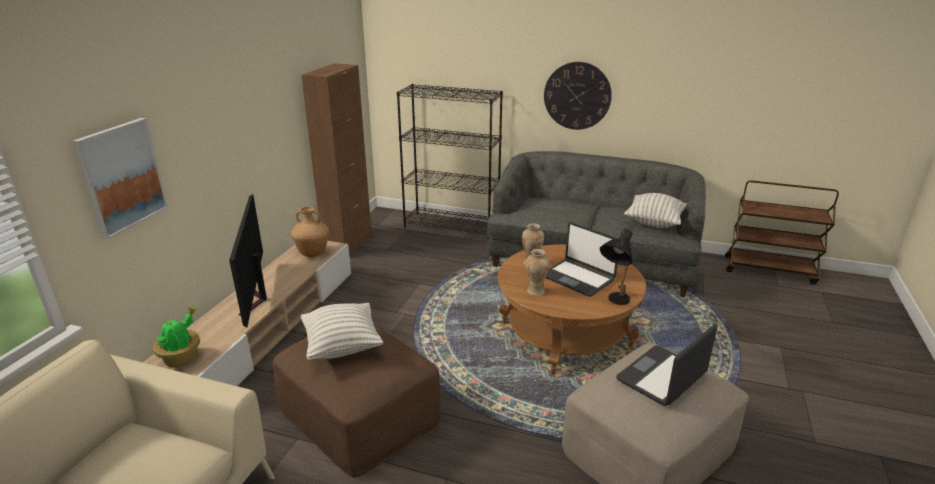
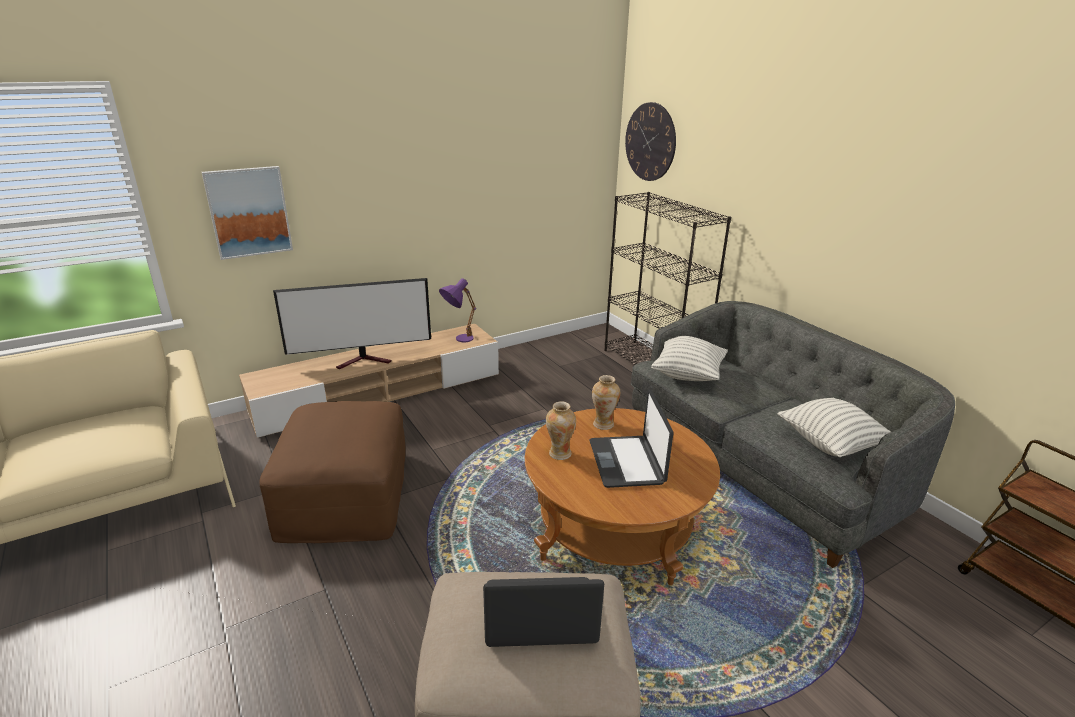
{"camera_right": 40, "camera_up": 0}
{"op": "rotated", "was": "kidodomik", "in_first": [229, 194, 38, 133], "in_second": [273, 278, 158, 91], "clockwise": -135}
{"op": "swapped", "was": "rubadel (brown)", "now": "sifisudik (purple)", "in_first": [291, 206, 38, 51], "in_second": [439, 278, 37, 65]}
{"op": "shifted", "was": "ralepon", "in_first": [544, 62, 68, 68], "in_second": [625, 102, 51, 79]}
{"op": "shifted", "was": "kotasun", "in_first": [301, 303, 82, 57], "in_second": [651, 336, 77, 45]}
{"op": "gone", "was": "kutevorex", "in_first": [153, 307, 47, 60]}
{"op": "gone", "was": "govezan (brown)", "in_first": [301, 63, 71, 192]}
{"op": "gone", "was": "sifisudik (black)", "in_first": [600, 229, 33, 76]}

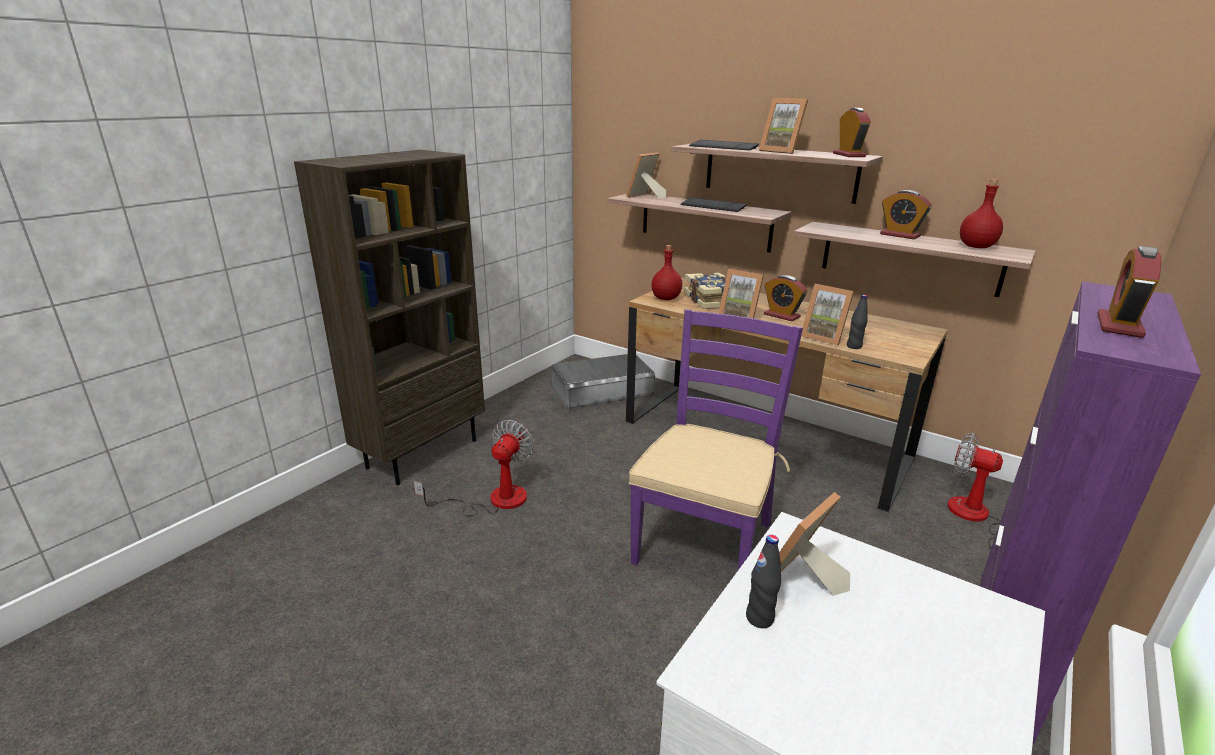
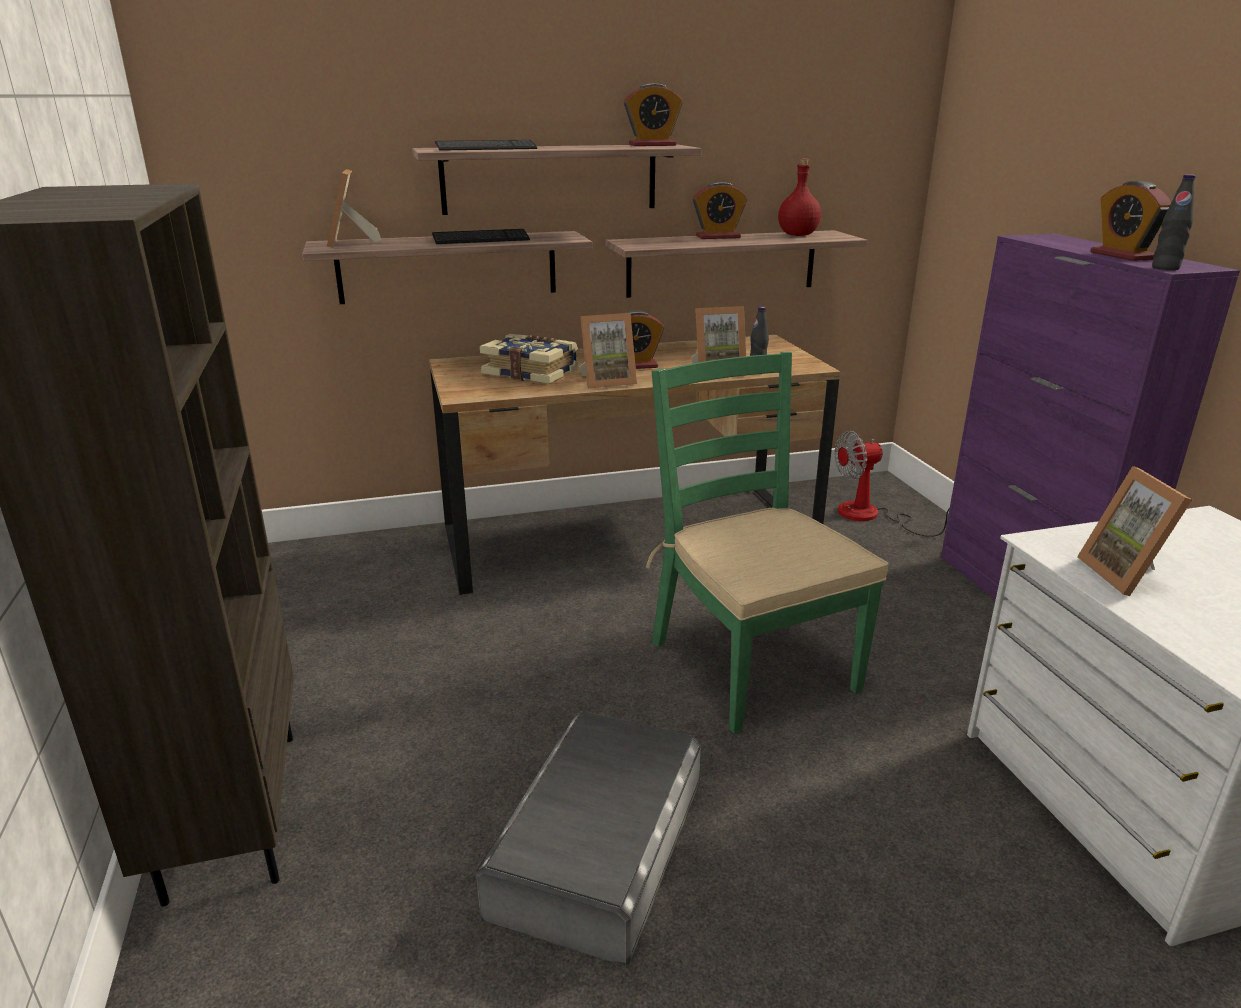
{"camera_right": -50, "camera_up": 0}
{"op": "shifted", "was": "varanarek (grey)", "in_first": [551, 354, 104, 55], "in_second": [476, 711, 225, 255]}
{"op": "rotated", "was": "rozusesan", "in_first": [833, 108, 38, 49], "in_second": [624, 83, 59, 63], "clockwise": 135}
{"op": "repainted", "was": "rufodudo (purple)", "now": "rufodudo (green)", "in_first": [629, 309, 174, 261], "in_second": [646, 352, 243, 382]}
{"op": "shifted", "was": "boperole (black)", "in_first": [746, 535, 35, 93], "in_second": [1152, 174, 44, 96]}
{"op": "gone", "was": "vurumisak", "in_first": [413, 420, 121, 96]}
{"op": "gone", "was": "boperole (red)", "in_first": [651, 245, 31, 55]}
{"op": "gone", "was": "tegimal", "in_first": [759, 98, 49, 56]}

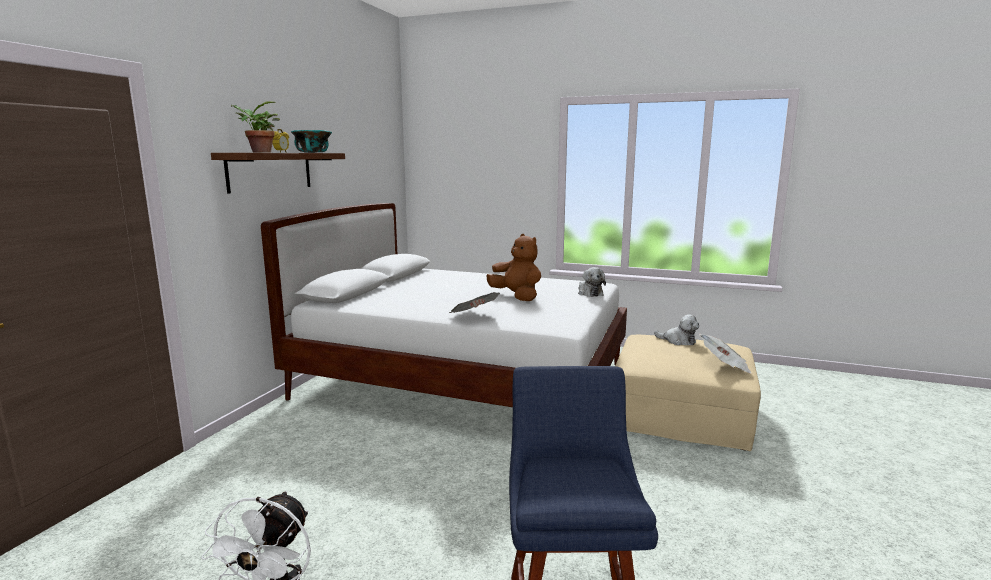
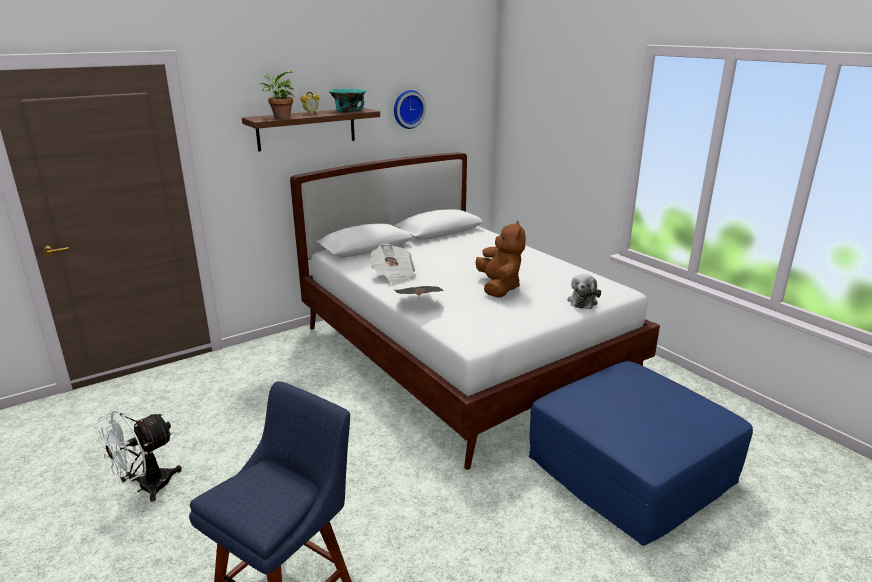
{"camera_right": 35, "camera_up": 10}
{"op": "shifted", "was": "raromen", "in_first": [699, 334, 53, 40], "in_second": [371, 244, 45, 41]}
{"op": "new", "now": "ralepon", "in_second": [394, 90, 32, 39]}
{"op": "repainted", "was": "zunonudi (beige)", "now": "zunonudi (blue)", "in_first": [615, 335, 146, 116], "in_second": [529, 361, 224, 185]}
{"op": "gone", "was": "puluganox", "in_first": [654, 314, 45, 31]}

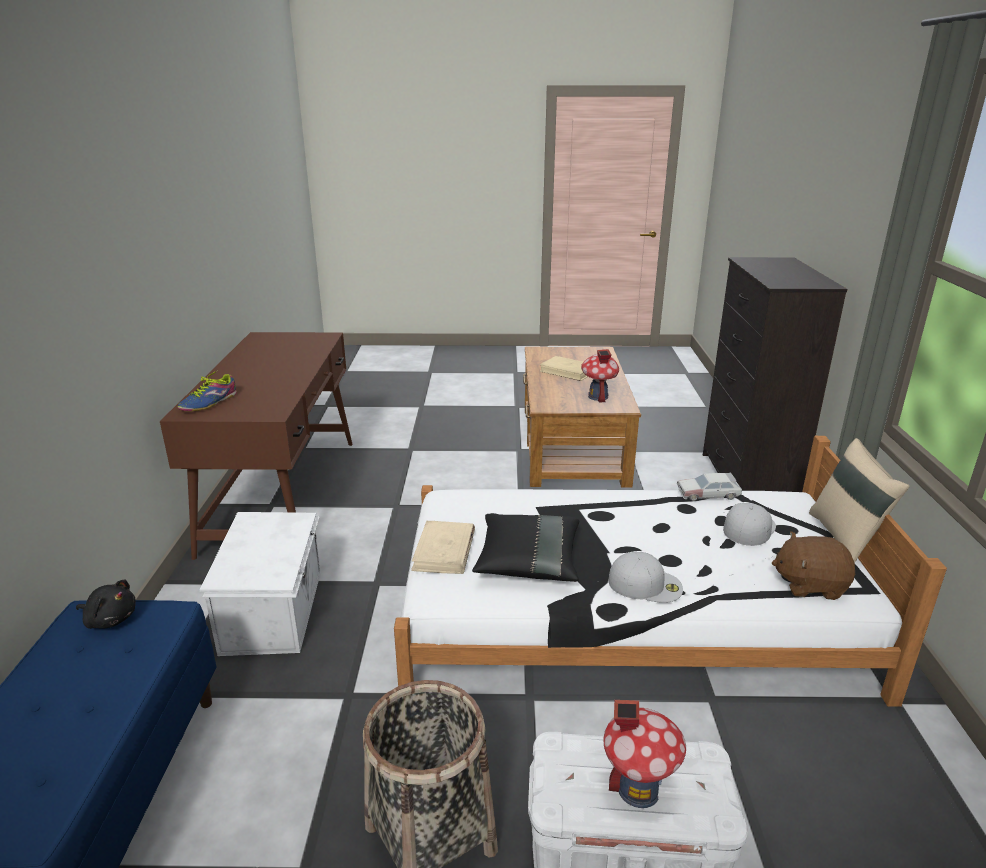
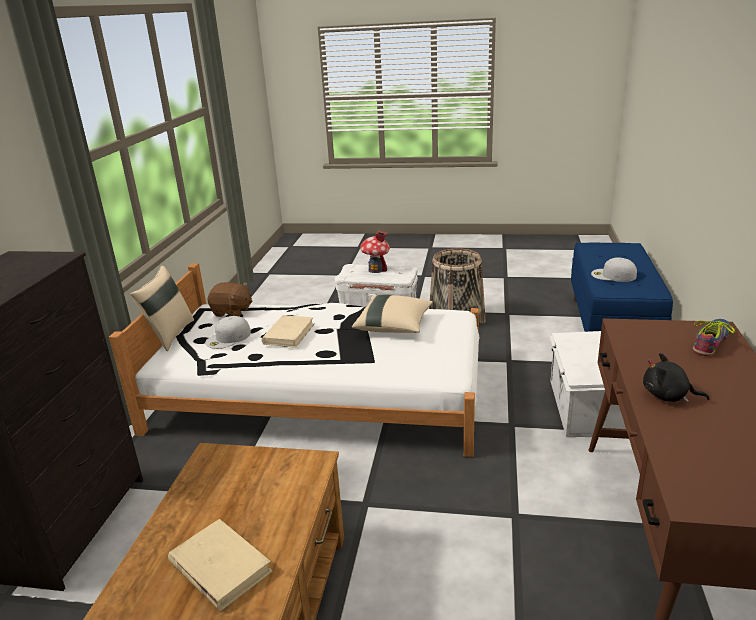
{"camera_right": -170, "camera_up": 0}
{"op": "shifted", "was": "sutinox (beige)", "in_first": [411, 521, 64, 53], "in_second": [262, 315, 53, 33]}
{"op": "repainted", "was": "kotasun (black)", "now": "kotasun (beige)", "in_first": [472, 513, 107, 69], "in_second": [352, 295, 81, 38]}
{"op": "shifted", "was": "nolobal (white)", "in_first": [609, 552, 74, 51], "in_second": [591, 257, 46, 25]}
{"op": "shifted", "was": "puluganox (black)", "in_first": [76, 579, 60, 50], "in_second": [643, 353, 67, 50]}
{"op": "gone", "was": "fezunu", "in_first": [581, 349, 38, 54]}
{"op": "gone", "was": "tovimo", "in_first": [677, 472, 65, 29]}

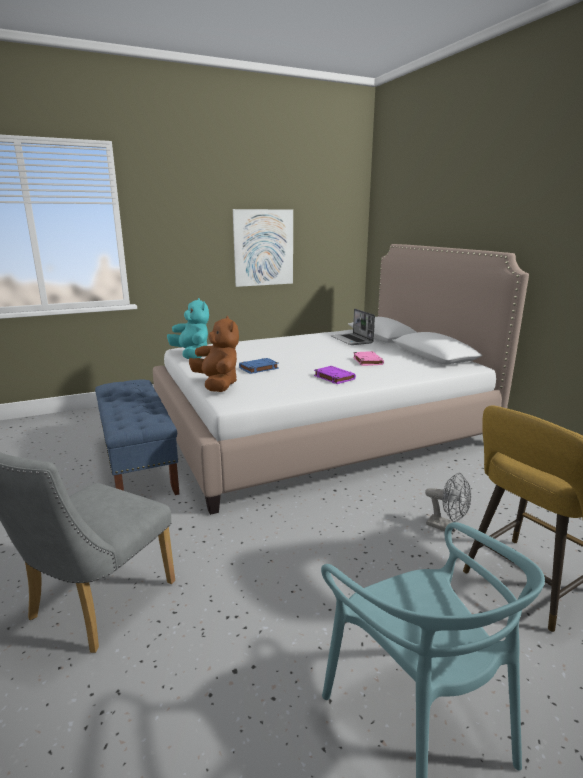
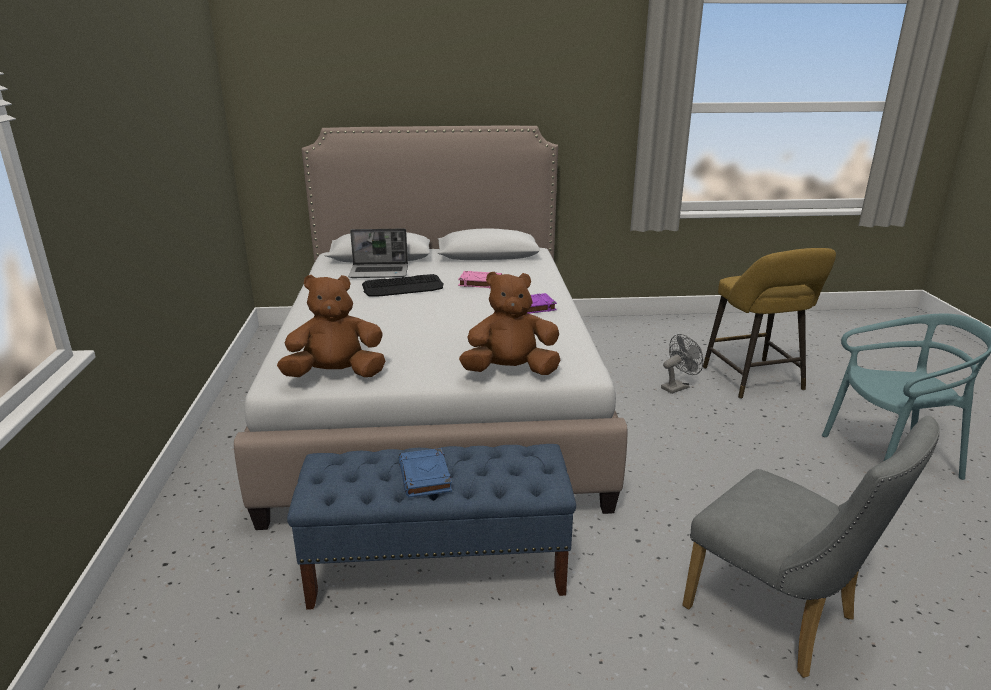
{"camera_right": -70, "camera_up": 5}
{"op": "repainted", "was": "puluganox (turquoise)", "now": "puluganox (brown)", "in_first": [167, 298, 42, 61], "in_second": [277, 275, 109, 102]}
{"op": "new", "now": "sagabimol", "in_second": [362, 274, 81, 22]}
{"op": "shifted", "was": "sutinox (blue)", "in_first": [239, 358, 40, 16], "in_second": [399, 448, 53, 49]}
{"op": "gone", "was": "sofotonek", "in_first": [233, 209, 60, 78]}

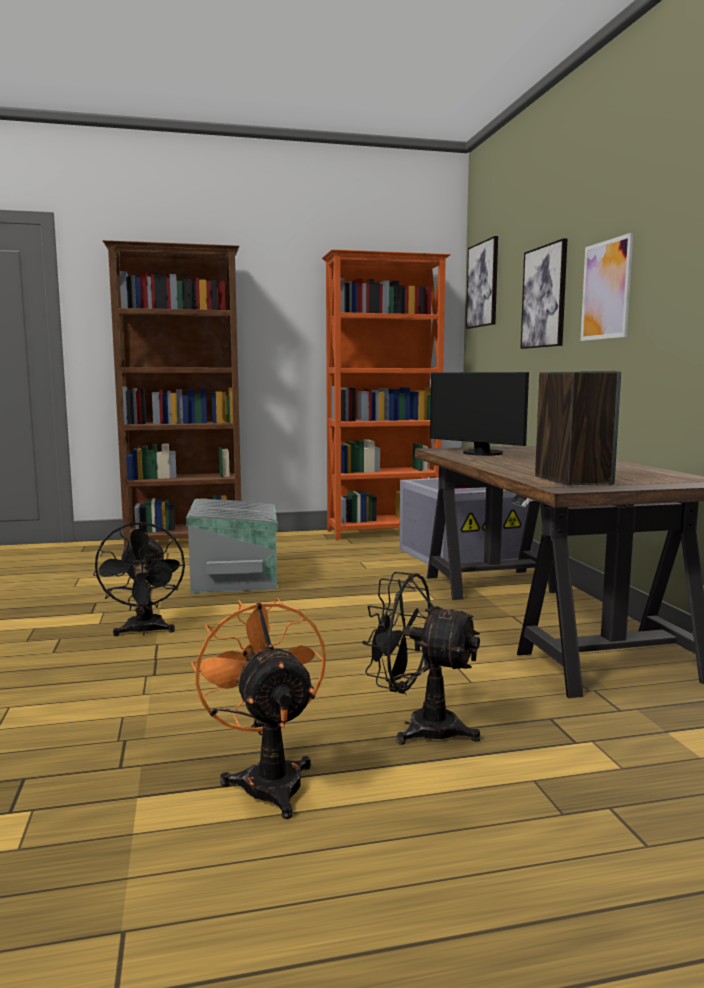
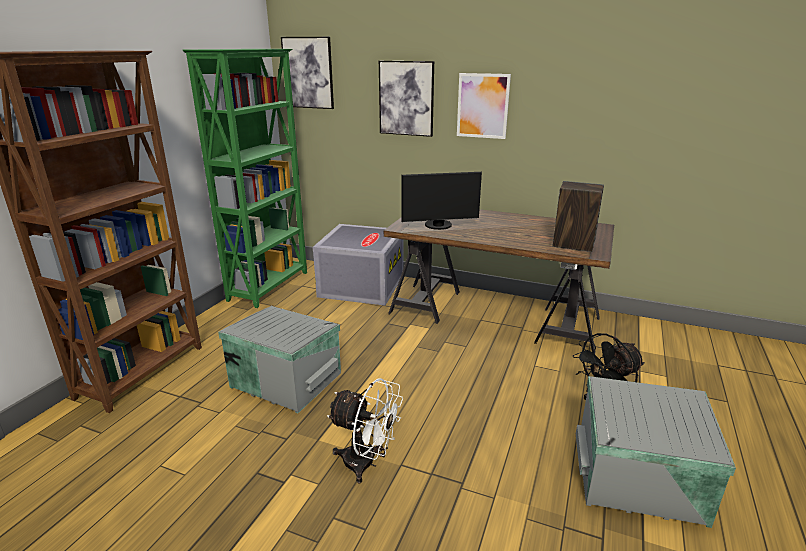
{"camera_right": -55, "camera_up": 15}
{"op": "repainted", "was": "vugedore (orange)", "now": "vugedore (green)", "in_first": [322, 249, 129, 291], "in_second": [183, 49, 124, 259]}
{"op": "repainted", "was": "vurumisak (black)", "now": "vurumisak (white)", "in_first": [93, 522, 92, 114], "in_second": [327, 378, 76, 105]}
{"op": "swapped", "was": "vurumisak (orange)", "now": "varanarek (grey)", "in_first": [191, 598, 135, 221], "in_second": [576, 376, 160, 152]}

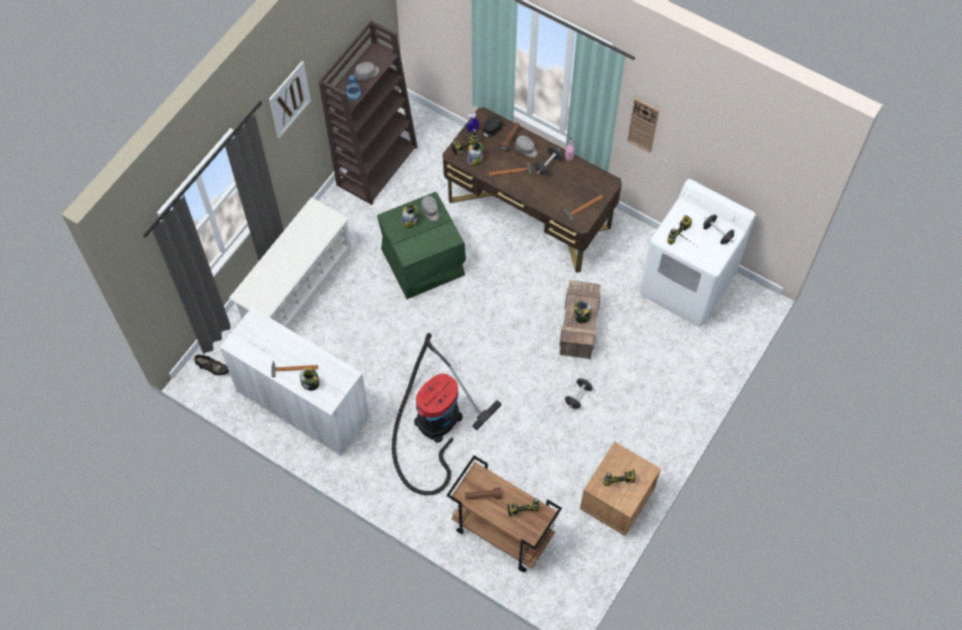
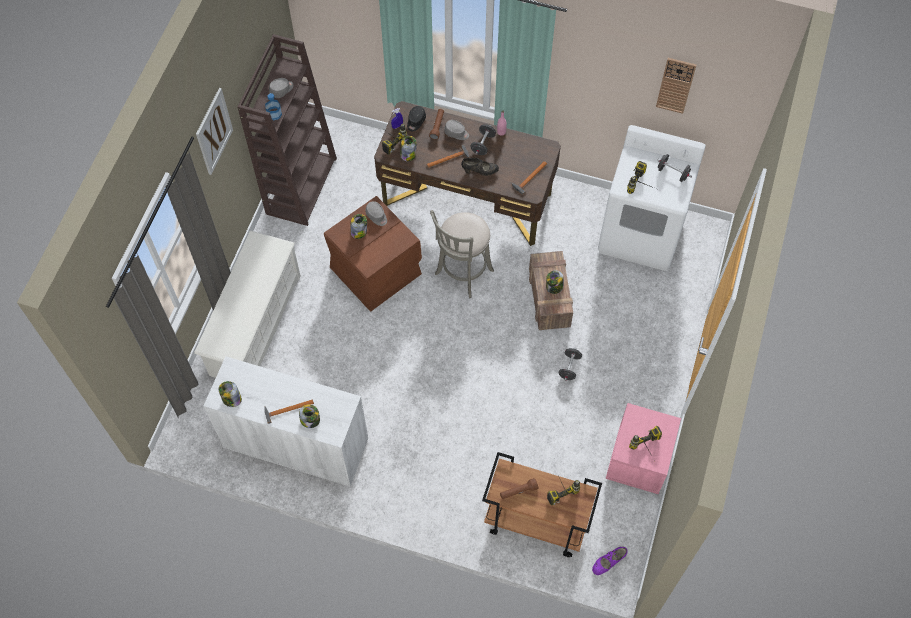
{"camera_right": -15, "camera_up": 0}
{"op": "new", "now": "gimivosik", "in_second": [219, 381, 23, 26]}
{"op": "repainted", "was": "varanarek (green)", "now": "varanarek (brown)", "in_first": [377, 192, 89, 107], "in_second": [324, 196, 98, 116]}
{"op": "new", "now": "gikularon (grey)", "in_second": [430, 210, 64, 88]}
{"op": "shifted", "was": "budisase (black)", "in_first": [194, 355, 35, 21], "in_second": [461, 158, 38, 18]}
{"op": "new", "now": "budisase (purple)", "in_second": [592, 547, 36, 28]}
{"op": "repainted", "was": "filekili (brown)", "now": "filekili (pink)", "in_first": [580, 442, 81, 94], "in_second": [606, 403, 75, 91]}
{"op": "shifted", "was": "ralepon", "in_first": [627, 98, 32, 55], "in_second": [656, 58, 40, 56]}
{"op": "gone", "was": "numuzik", "in_first": [392, 333, 109, 163]}

